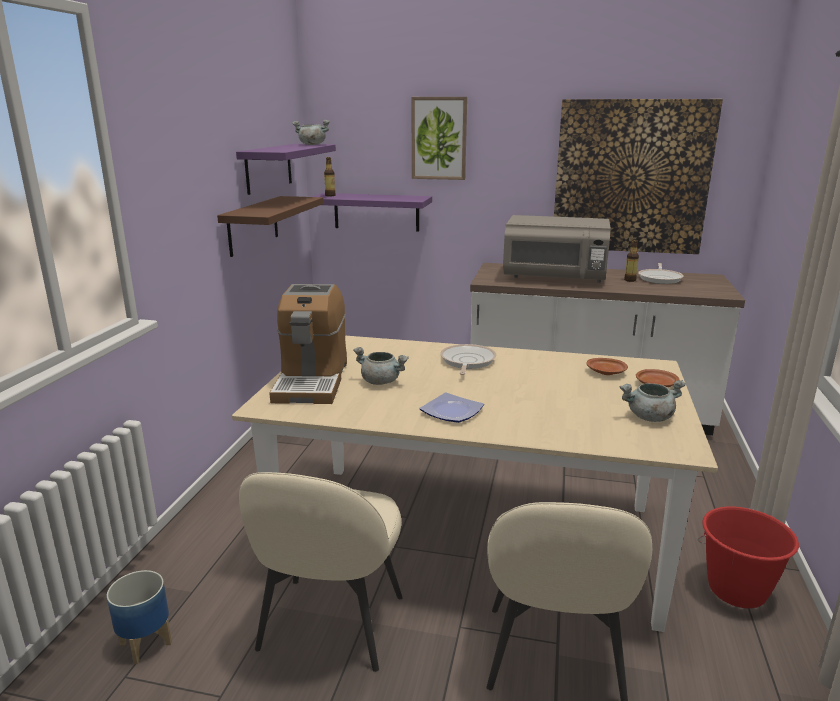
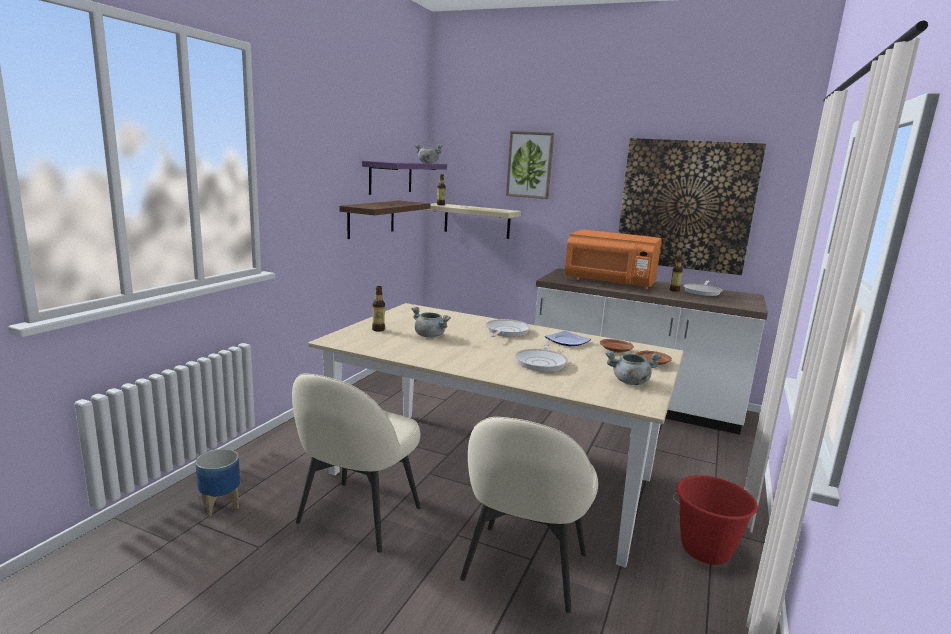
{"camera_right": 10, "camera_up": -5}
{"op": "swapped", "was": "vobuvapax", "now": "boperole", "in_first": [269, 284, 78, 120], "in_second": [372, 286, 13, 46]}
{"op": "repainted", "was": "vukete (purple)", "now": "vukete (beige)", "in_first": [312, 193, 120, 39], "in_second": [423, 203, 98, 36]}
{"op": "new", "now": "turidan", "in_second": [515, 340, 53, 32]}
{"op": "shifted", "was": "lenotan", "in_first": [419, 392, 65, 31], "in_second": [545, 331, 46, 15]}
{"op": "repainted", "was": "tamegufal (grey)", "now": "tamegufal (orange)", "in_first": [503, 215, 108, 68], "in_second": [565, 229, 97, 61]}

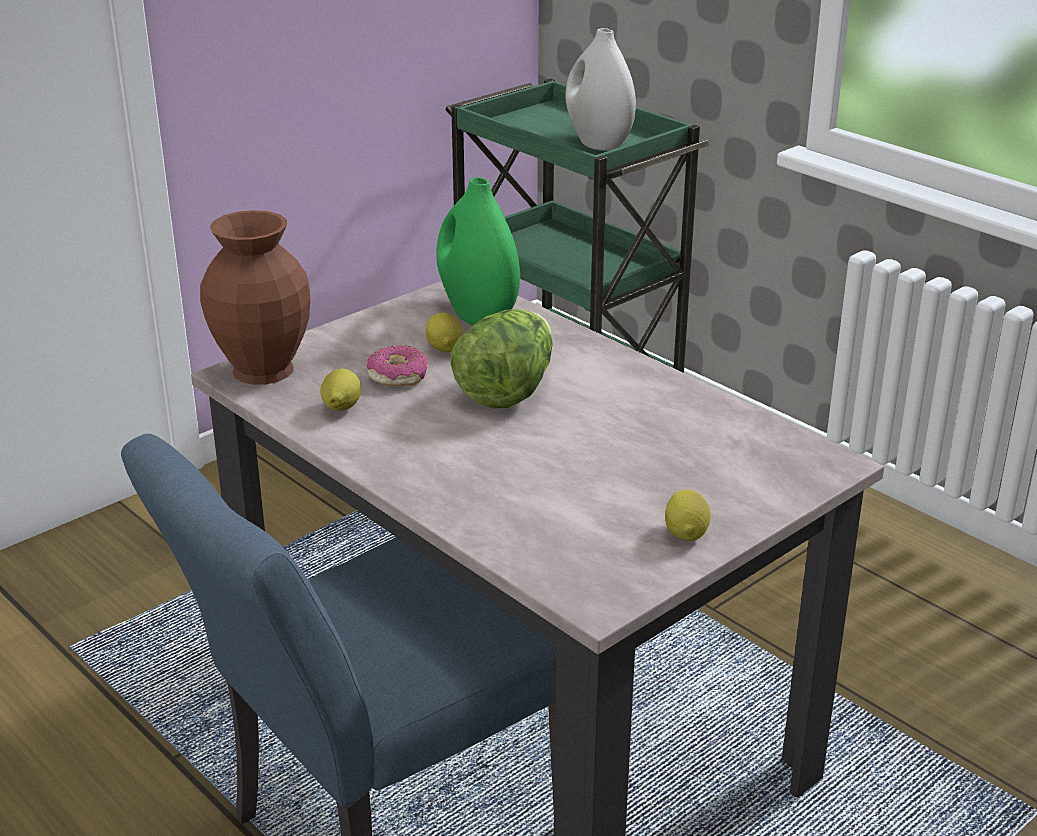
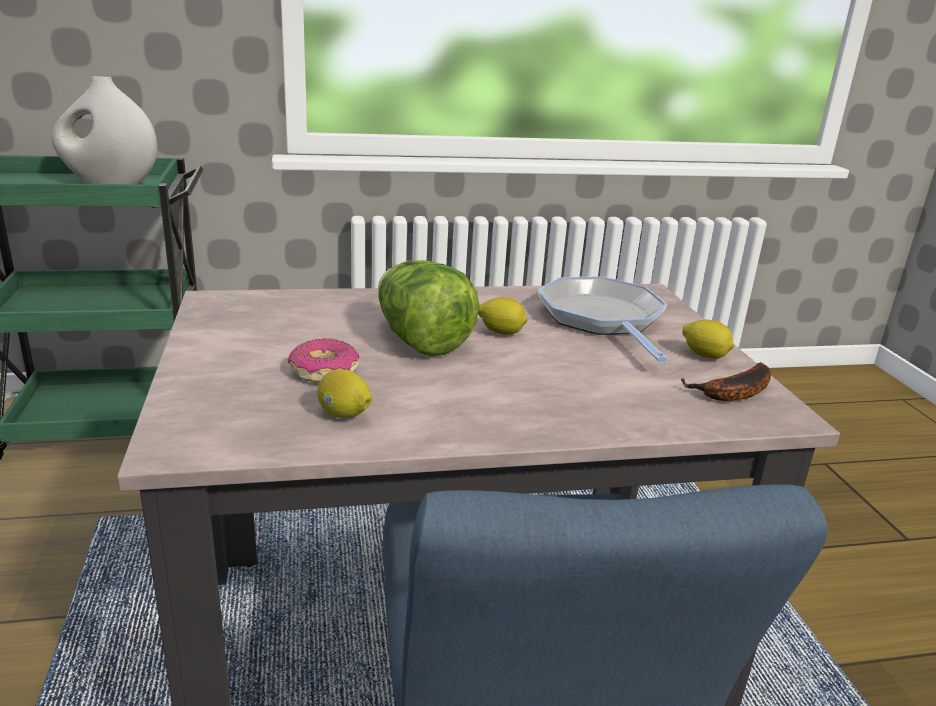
{"camera_right": -60, "camera_up": -5}
{"op": "shifted", "was": "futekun", "in_first": [426, 312, 37, 41], "in_second": [478, 298, 49, 37]}
{"op": "new", "now": "turidan", "in_second": [538, 276, 129, 87]}
{"op": "new", "now": "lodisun", "in_second": [681, 362, 90, 39]}
{"op": "gone", "was": "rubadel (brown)", "in_first": [200, 210, 110, 175]}
{"op": "gone", "was": "rubadel (green)", "in_first": [436, 177, 84, 148]}

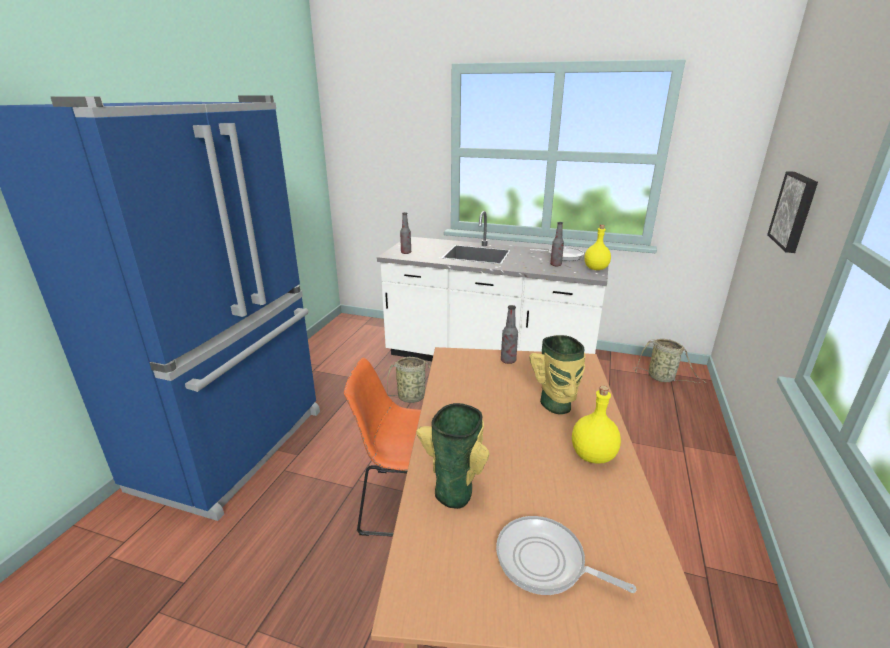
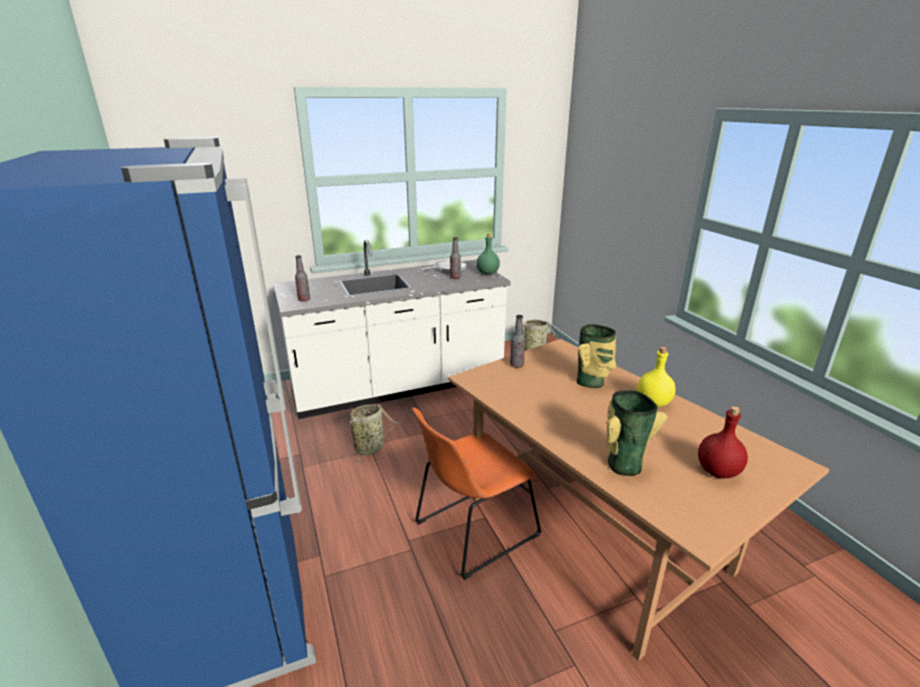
{"camera_right": -40, "camera_up": 0}
{"op": "repainted", "was": "boperole (yellow)", "now": "boperole (green)", "in_first": [584, 225, 27, 45], "in_second": [477, 234, 23, 41]}
{"op": "swapped", "was": "turidan", "now": "boperole (red)", "in_first": [496, 516, 140, 79], "in_second": [698, 406, 50, 72]}
{"op": "gone", "was": "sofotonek", "in_first": [767, 171, 51, 82]}

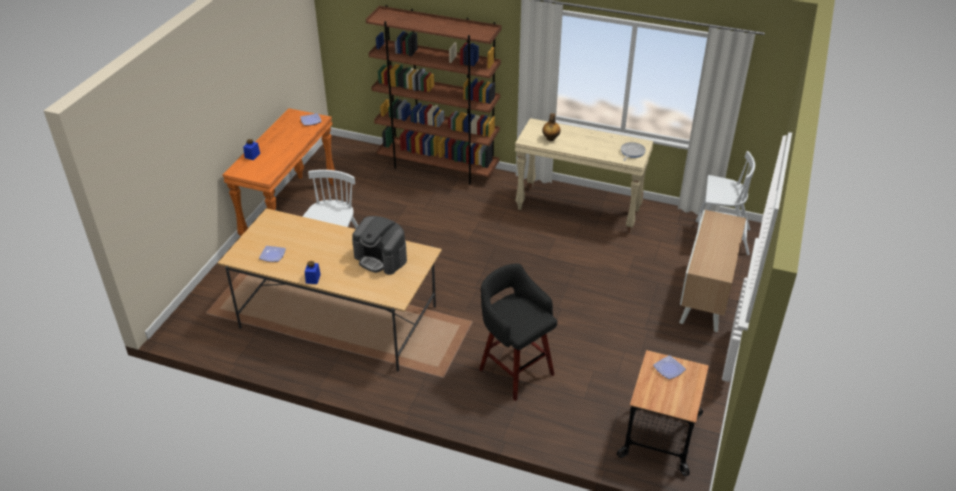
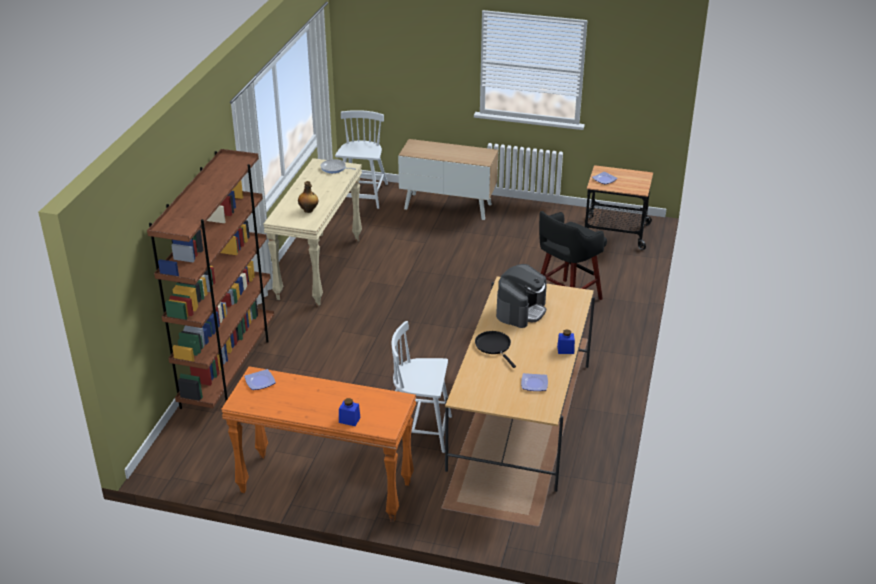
{"camera_right": -95, "camera_up": -5}
{"op": "new", "now": "turidan (black)", "in_second": [475, 331, 41, 37]}

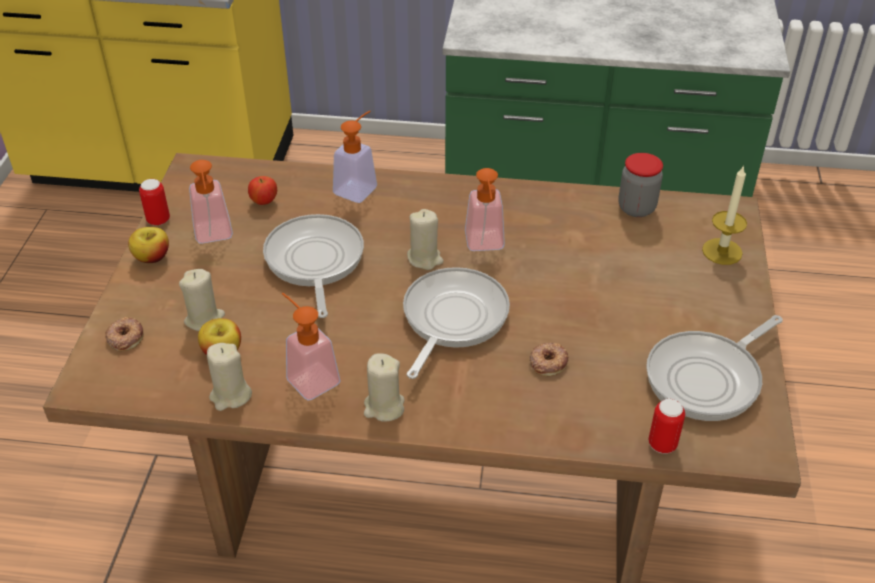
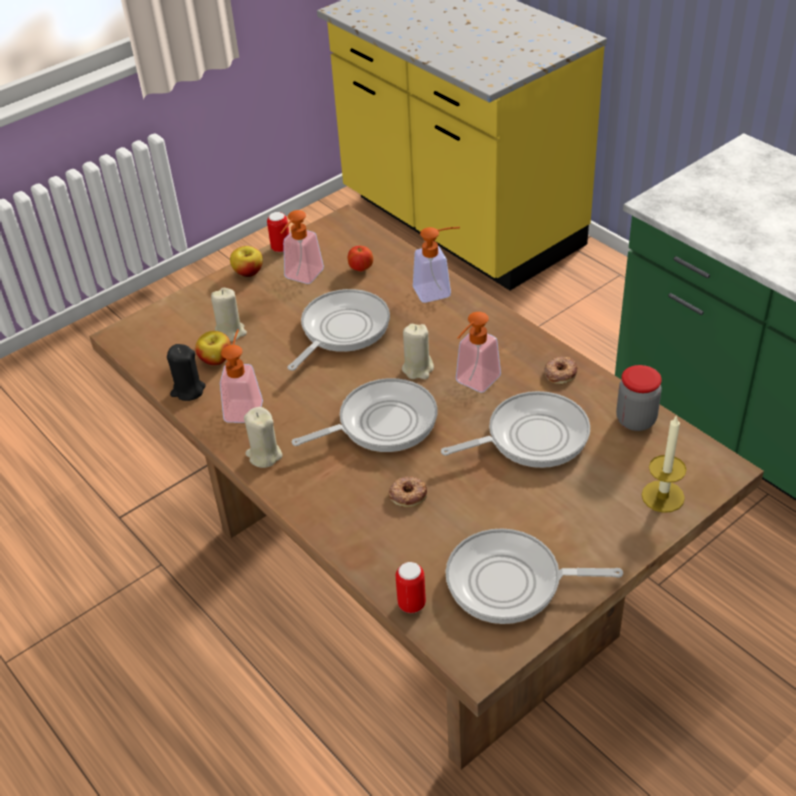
{"camera_right": 45, "camera_up": 0}
{"op": "repainted", "was": "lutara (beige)", "now": "lutara (black)", "in_first": [207, 343, 45, 68], "in_second": [167, 344, 38, 57]}
{"op": "new", "now": "turidan", "in_second": [441, 391, 149, 77]}
{"op": "shifted", "was": "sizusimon", "in_first": [105, 317, 39, 34], "in_second": [544, 357, 33, 27]}

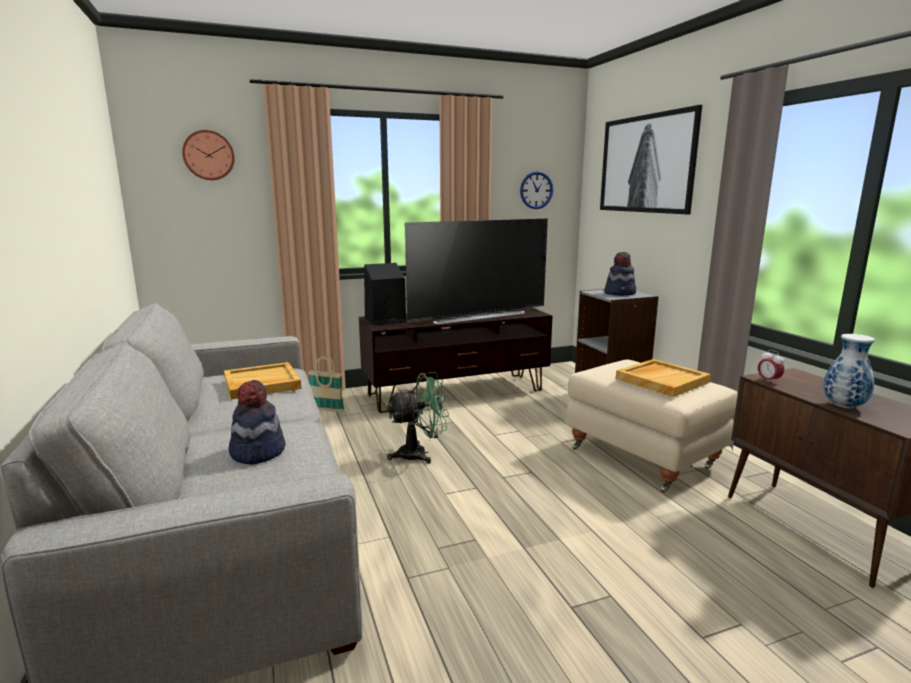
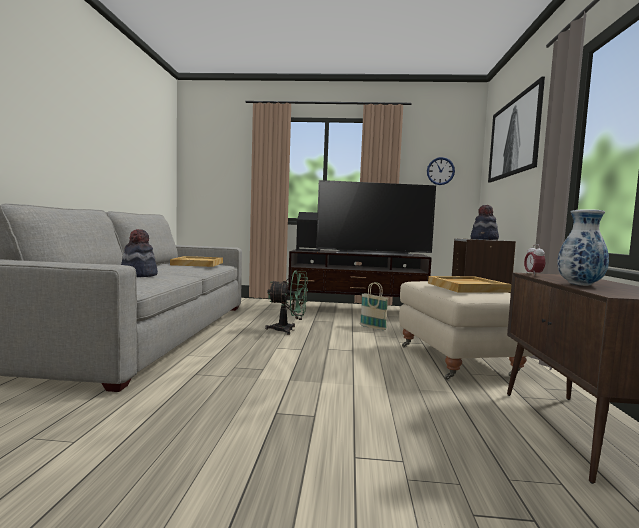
{"camera_right": 25, "camera_up": -10}
{"op": "shifted", "was": "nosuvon", "in_first": [308, 356, 36, 56], "in_second": [360, 282, 29, 48]}
{"op": "gone", "was": "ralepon", "in_first": [182, 130, 53, 50]}

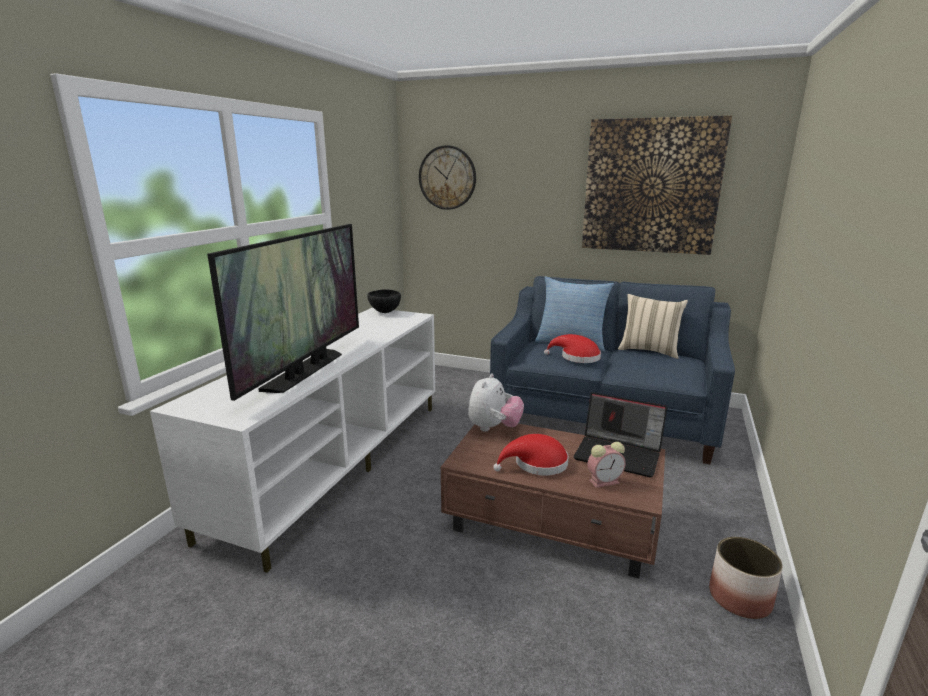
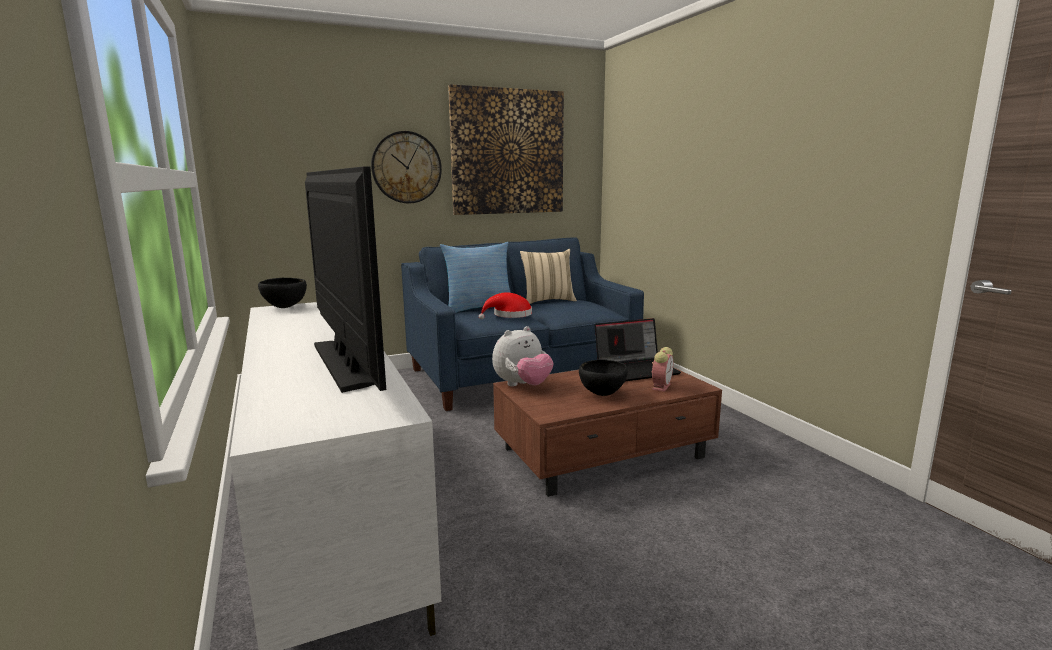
{"camera_right": -45, "camera_up": -5}
{"op": "shifted", "was": "ralepon", "in_first": [419, 145, 57, 65], "in_second": [371, 131, 71, 72]}
{"op": "rotated", "was": "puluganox", "in_first": [468, 373, 56, 59], "in_second": [492, 326, 61, 61], "clockwise": 75}
{"op": "swapped", "was": "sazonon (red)", "now": "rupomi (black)", "in_first": [493, 434, 75, 42], "in_second": [579, 359, 49, 37]}
{"op": "gone", "was": "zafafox", "in_first": [709, 537, 74, 82]}

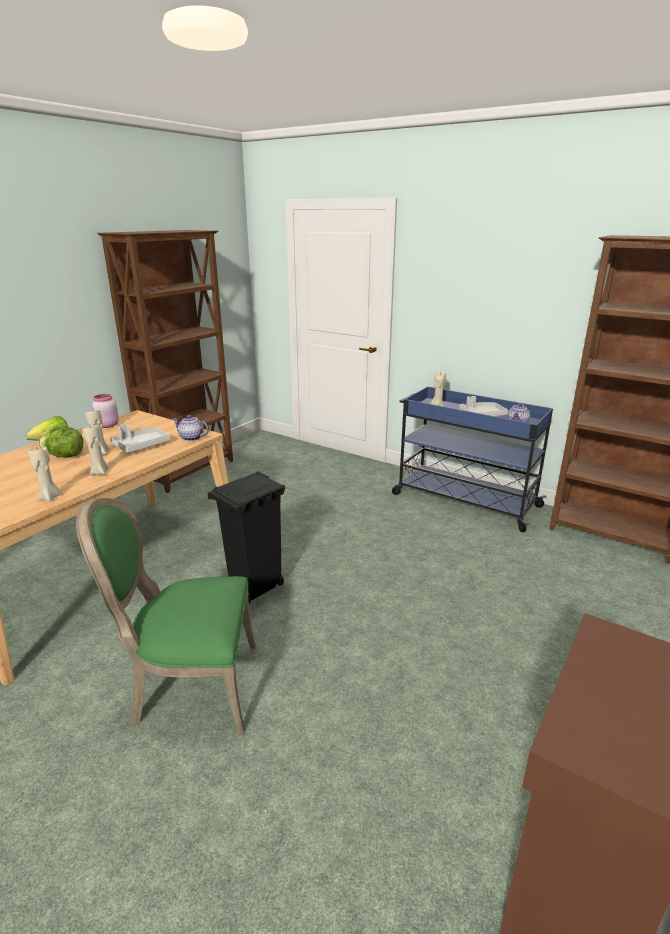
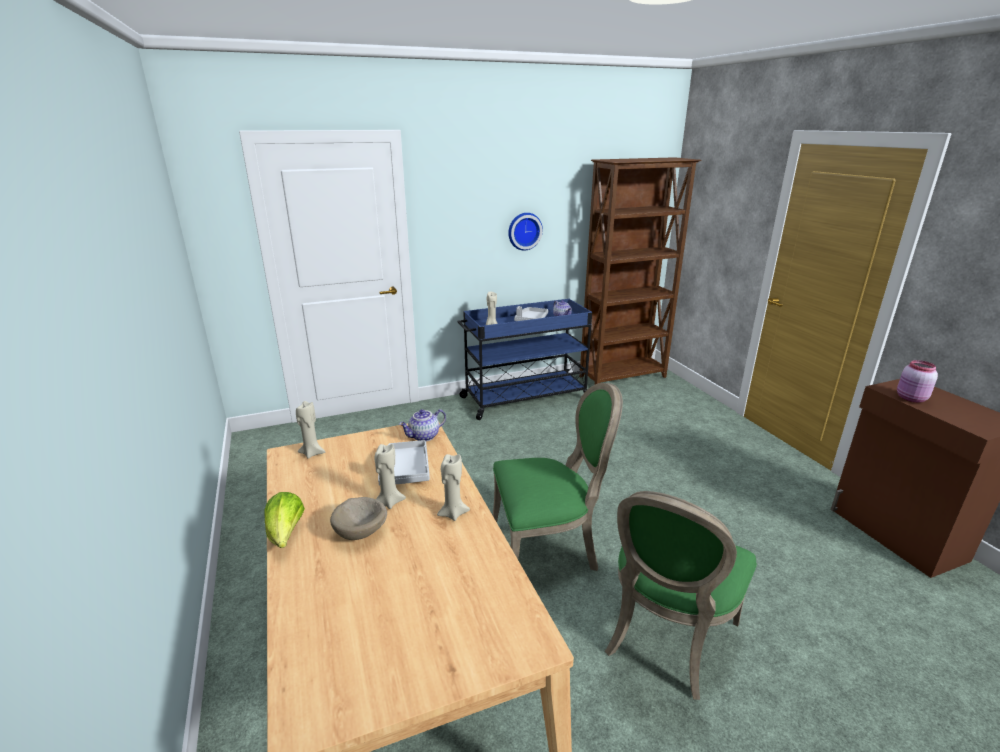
{"camera_right": -55, "camera_up": 0}
{"op": "shifted", "was": "lutara (beige)", "in_first": [28, 445, 33, 57], "in_second": [296, 401, 29, 58]}
{"op": "swapped", "was": "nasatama", "now": "rupomi (beige)", "in_first": [39, 427, 44, 31], "in_second": [330, 497, 57, 43]}
{"op": "swapped", "was": "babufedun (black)", "now": "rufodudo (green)", "in_first": [208, 471, 77, 132], "in_second": [493, 383, 130, 188]}
{"op": "new", "now": "ralepon", "in_second": [508, 213, 35, 38]}
{"op": "shifted", "was": "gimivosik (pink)", "in_first": [92, 394, 27, 34], "in_second": [897, 360, 41, 43]}
{"op": "gone", "was": "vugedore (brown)", "in_first": [97, 230, 136, 263]}

